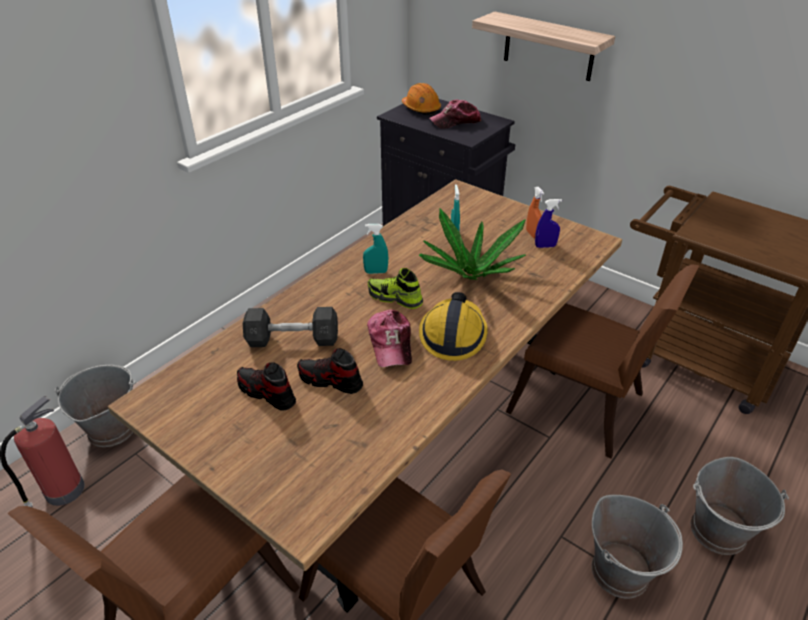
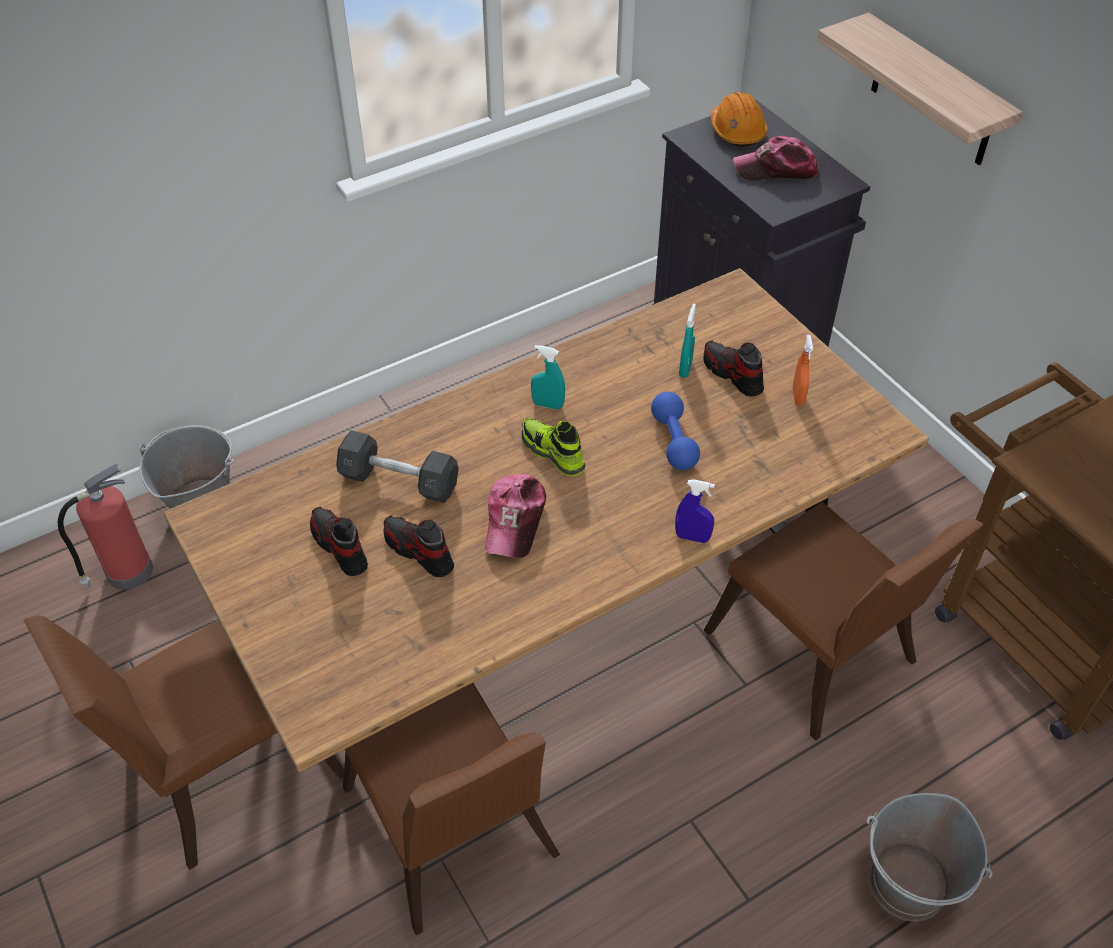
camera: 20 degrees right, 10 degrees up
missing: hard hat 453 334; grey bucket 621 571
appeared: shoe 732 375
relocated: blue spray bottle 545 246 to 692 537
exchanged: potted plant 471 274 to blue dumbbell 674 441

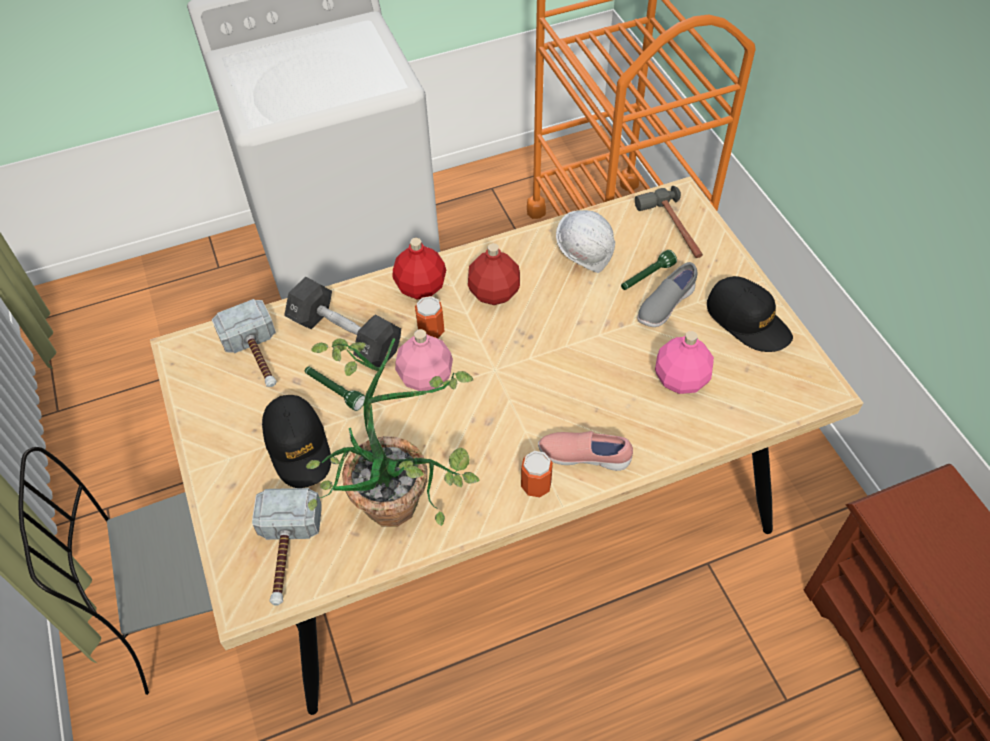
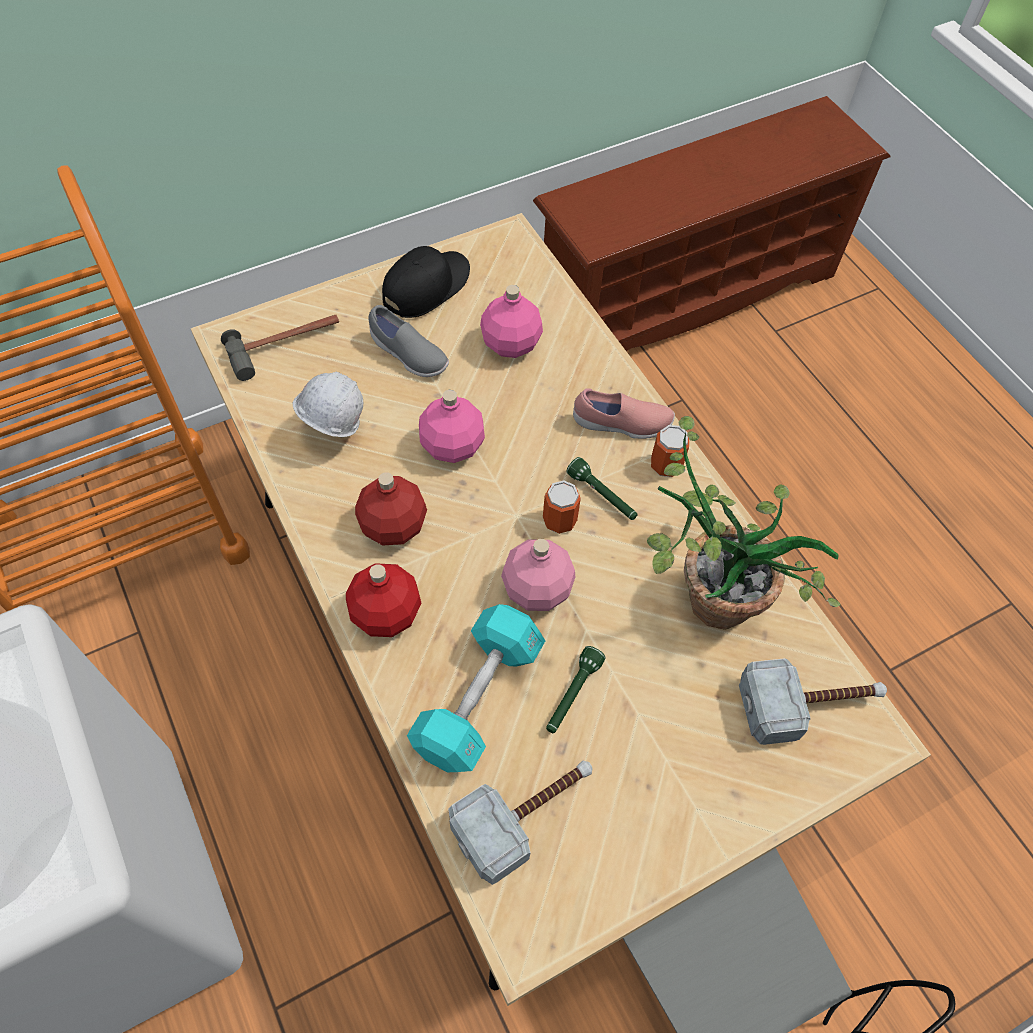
camera: 100 degrees left, 5 degrees up
missing: black cap 298 446
appeared: pink bottle 451 446
relocated: green flashlight 646 277 to 602 496; can 431 331 to 559 520
colour: black dumbbell 345 335 to turquoise dumbbell 478 698
spun: pink shoe 584 456 = 621 424 90 degrees counterclockwise

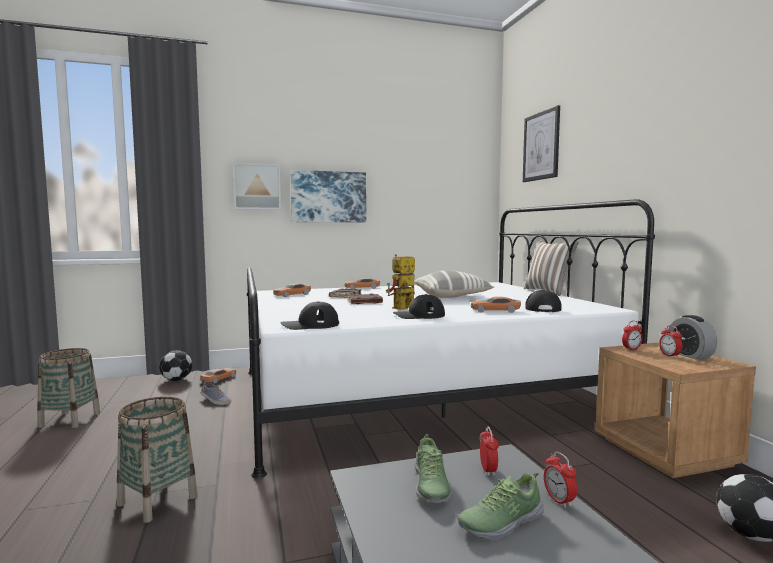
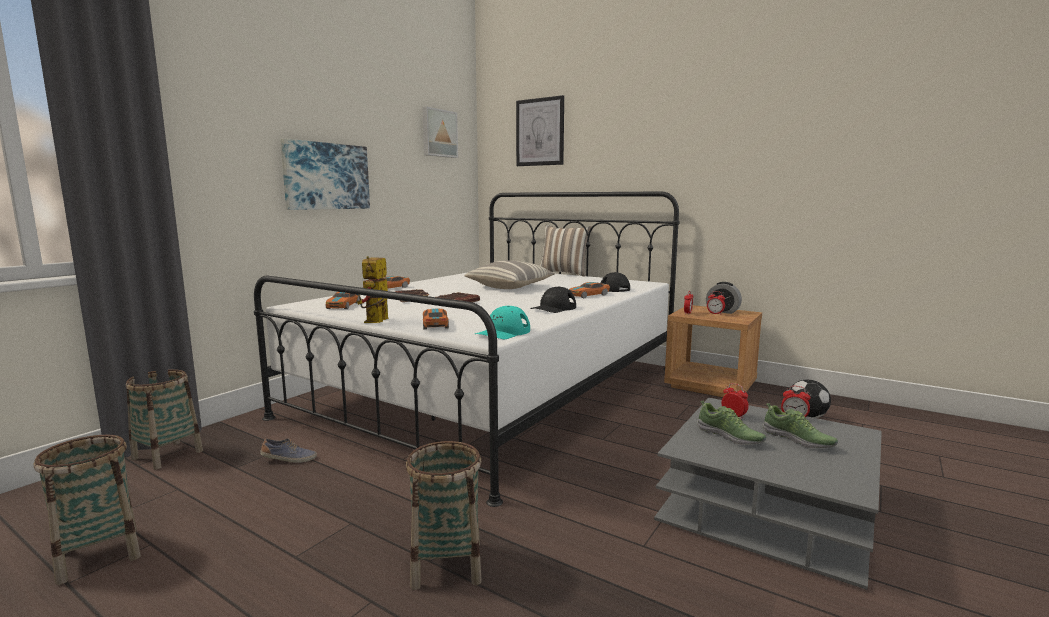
camera: 40 degrees left, 5 degrees up
relocated: picture 257 187 to 438 133; toy robot 401 309 to 376 322; toy car 218 379 to 435 324
exchanged: football 177 379 to basket 167 455
colour: black cap 310 325 to turquoise cap 503 332
spun: shoe 500 522 = 798 440 60 degrees counterclockwise

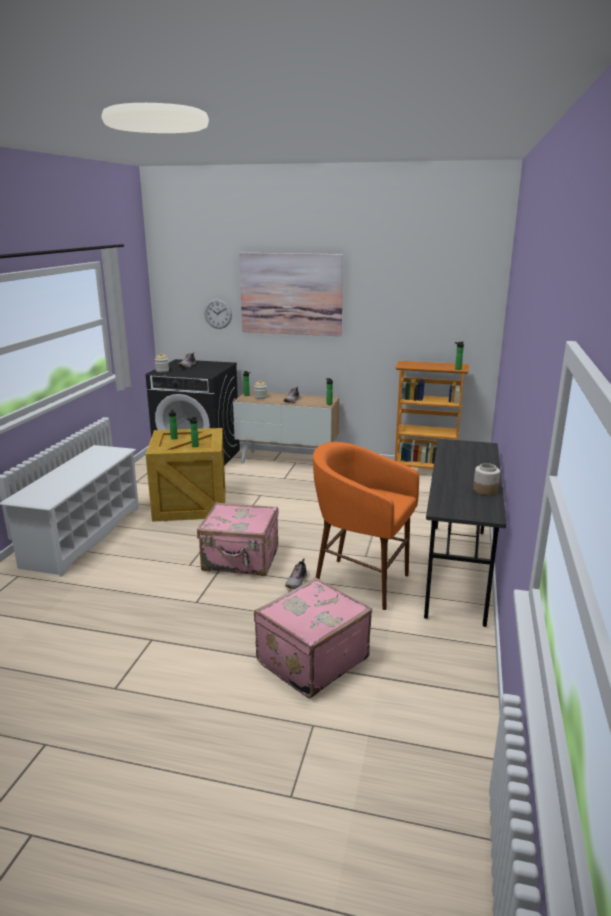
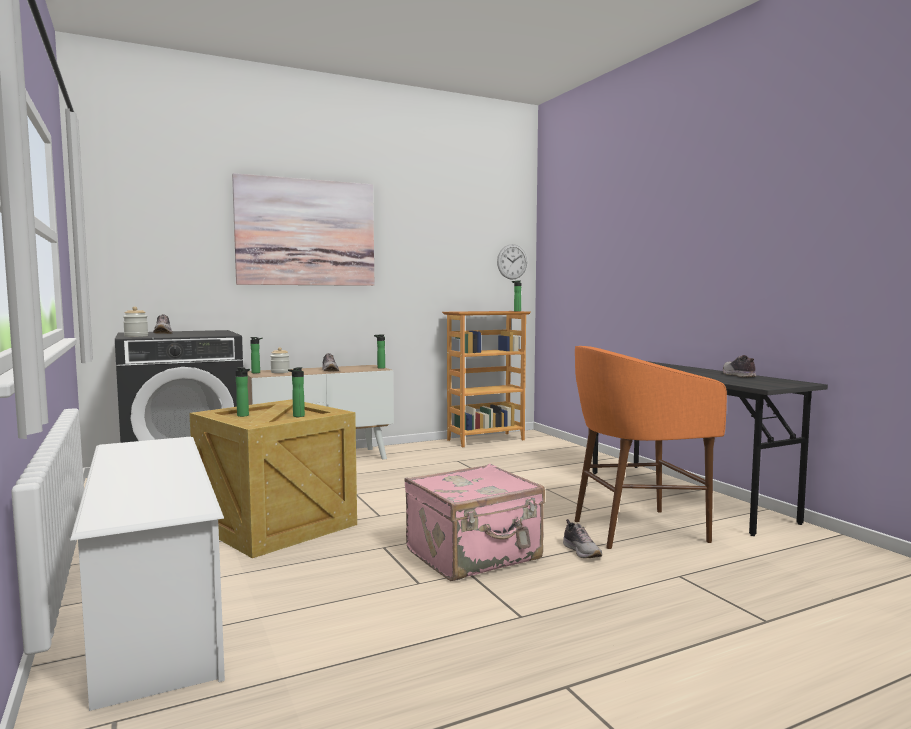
camera: 40 degrees left, 15 degrees down
missing: pink suitcase 310 660
relocated: wall clock 218 313 to 512 261
exchanged: jar 485 490 to shoe 738 375

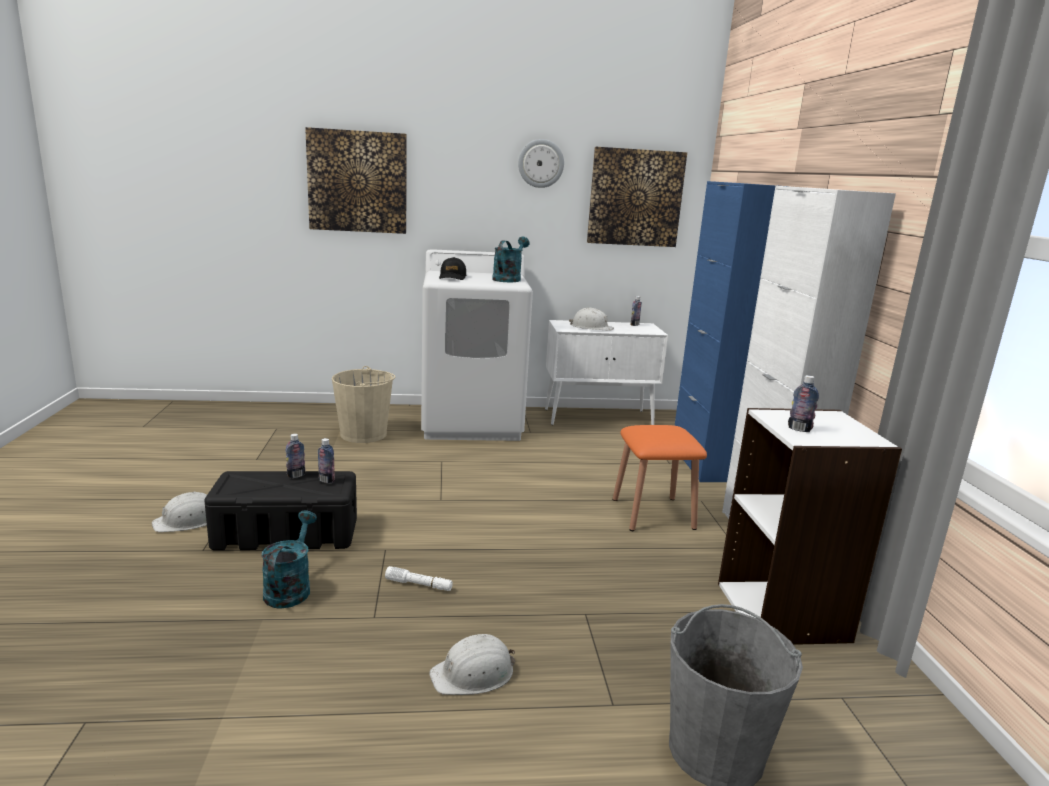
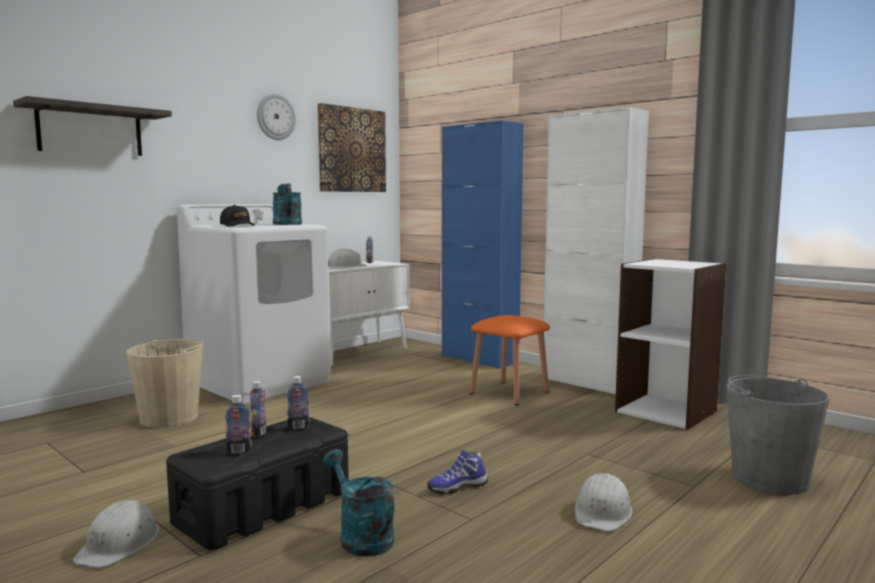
camera: 40 degrees left, 10 degrees down
relocated: bottle 799 429 to 239 450
exchanged: picture 357 181 to shelf 90 130; white flashlight 419 585 to shoe 457 487

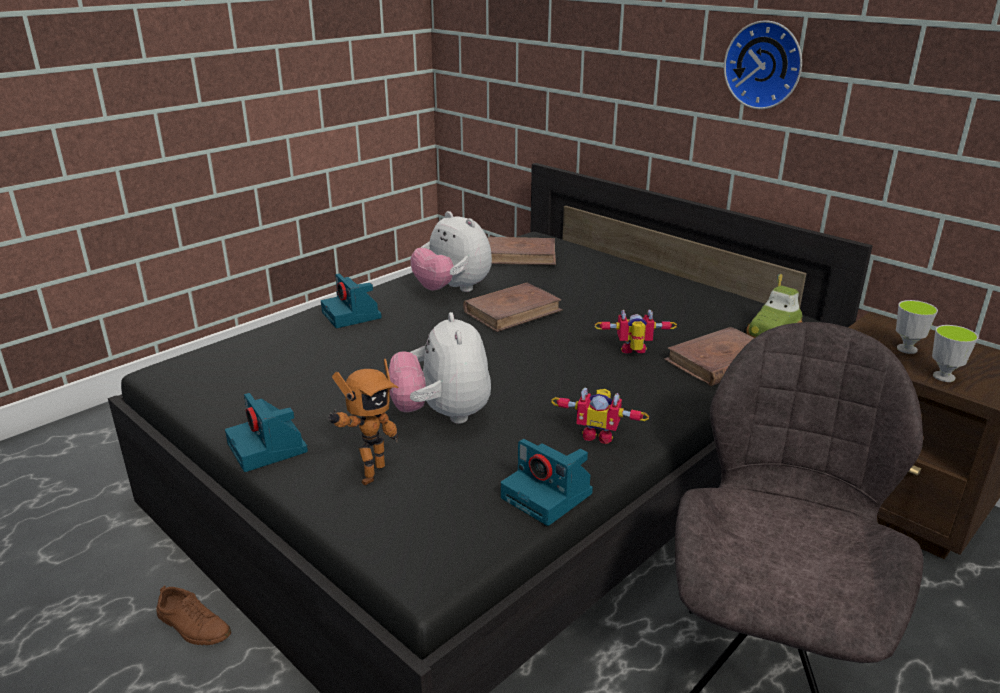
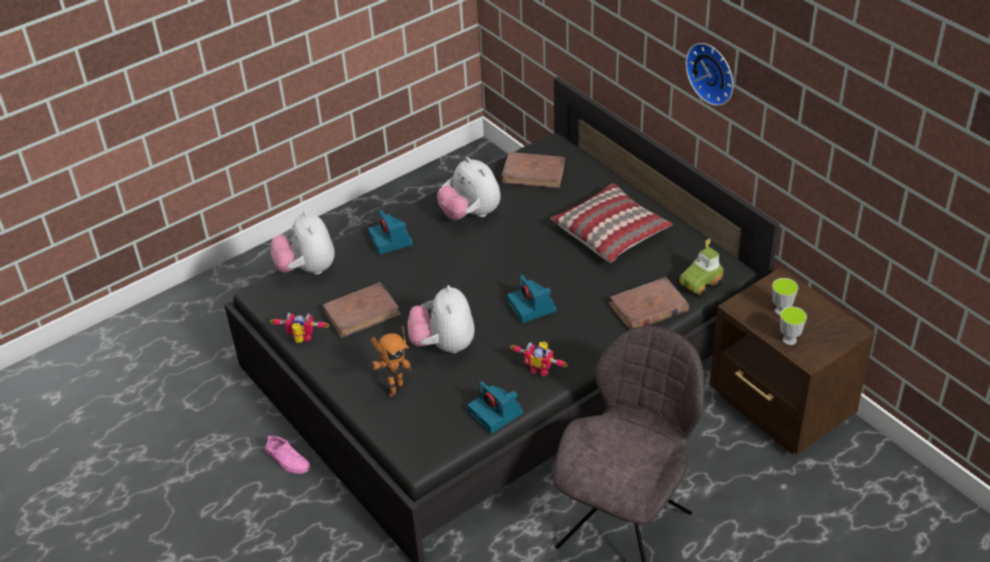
camera: 10 degrees right, 15 degrees up
appeared: pillow 611 232; plush toy 307 269
relocated: brown book 513 311 to 362 312; toy robot 634 353 to 301 340; photo camera 268 448 to 532 307
colour: brown shoe 193 625 to pink shoe 288 460

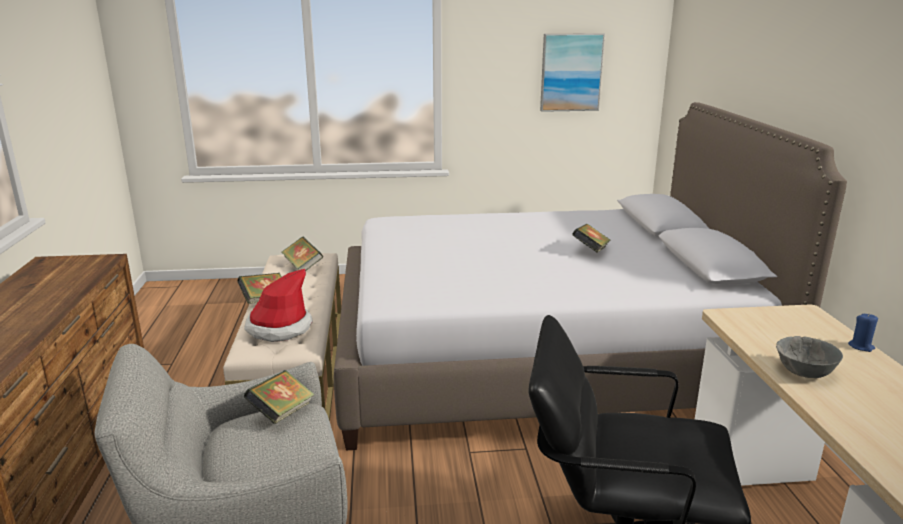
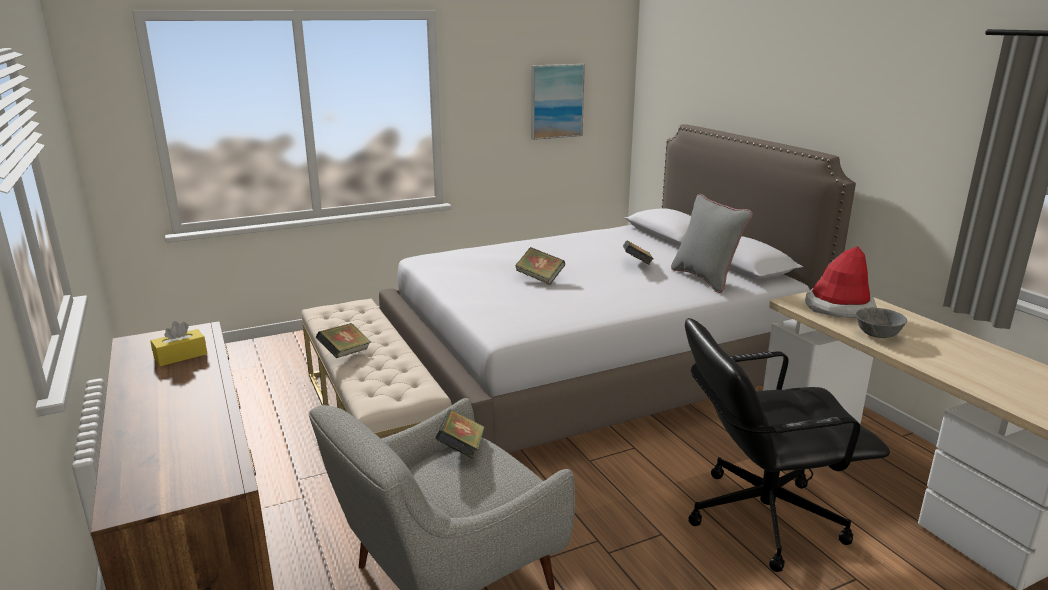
camera: 20 degrees left, 0 degrees up
missing: blue candle 861 346
appeared: grey pillow 705 279; yellow tissue box 180 356
relocated: book 303 266 to 540 278; hat 279 328 to 838 308

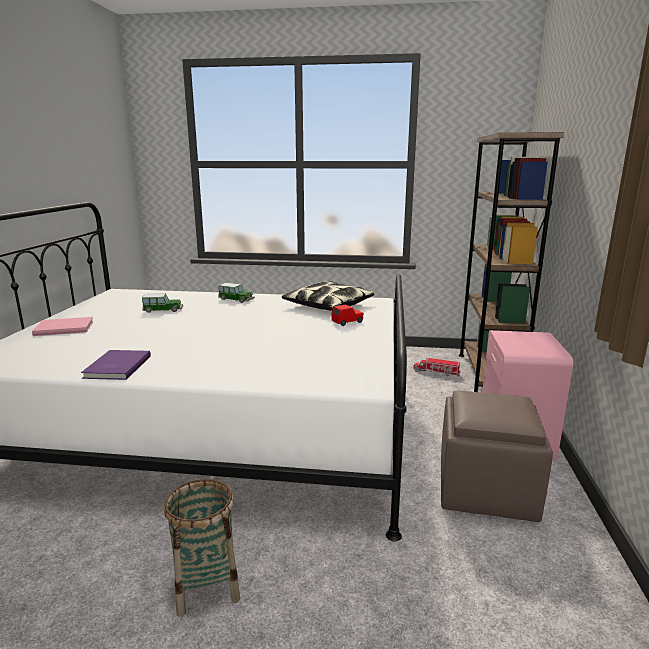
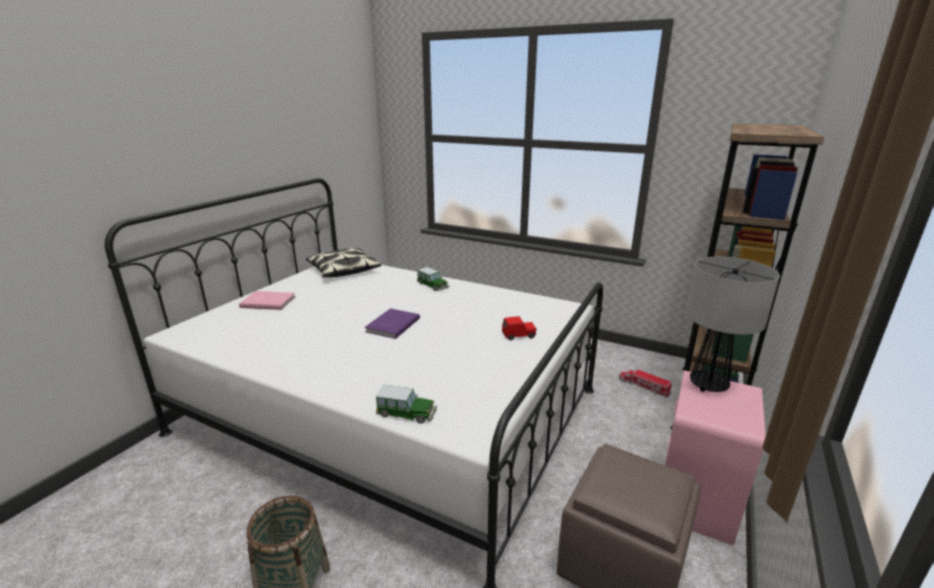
camera: 20 degrees right, 5 degrees up
appeared: table lamp 709 385
relocated: pillow 328 305 to 343 270; toy car 163 310 to 406 413; purple book 116 367 to 391 325

